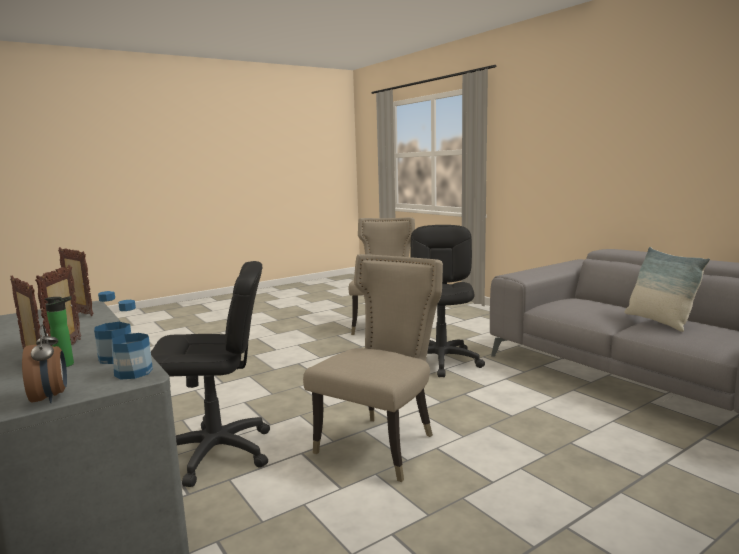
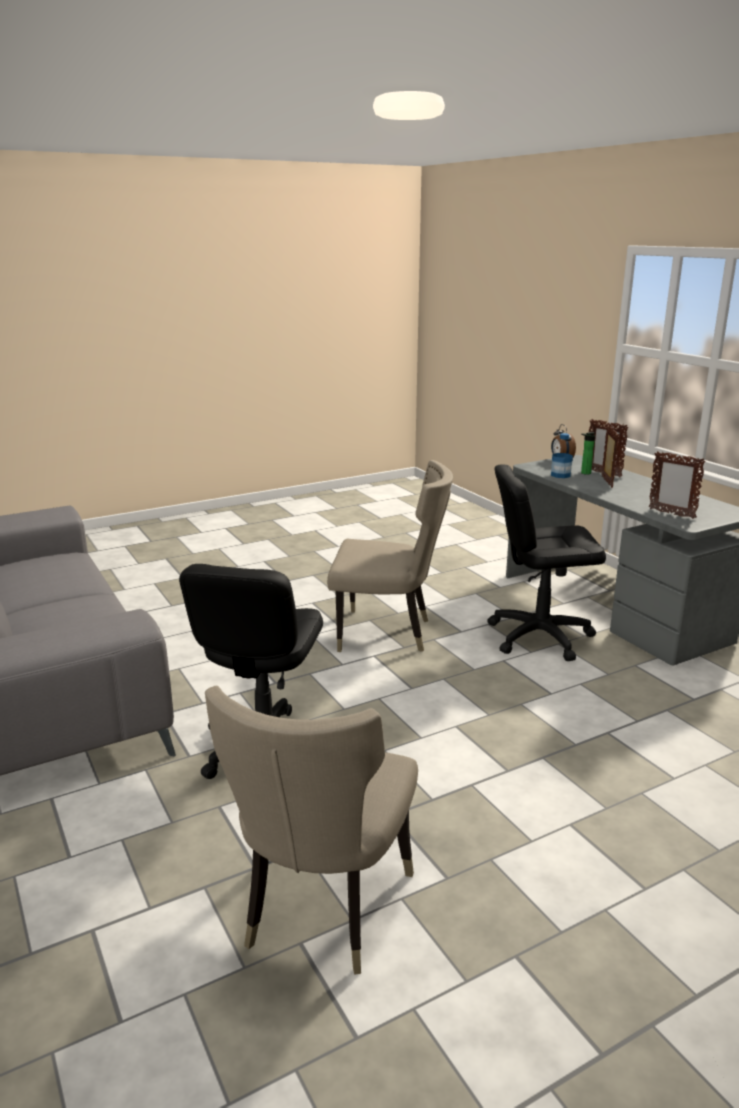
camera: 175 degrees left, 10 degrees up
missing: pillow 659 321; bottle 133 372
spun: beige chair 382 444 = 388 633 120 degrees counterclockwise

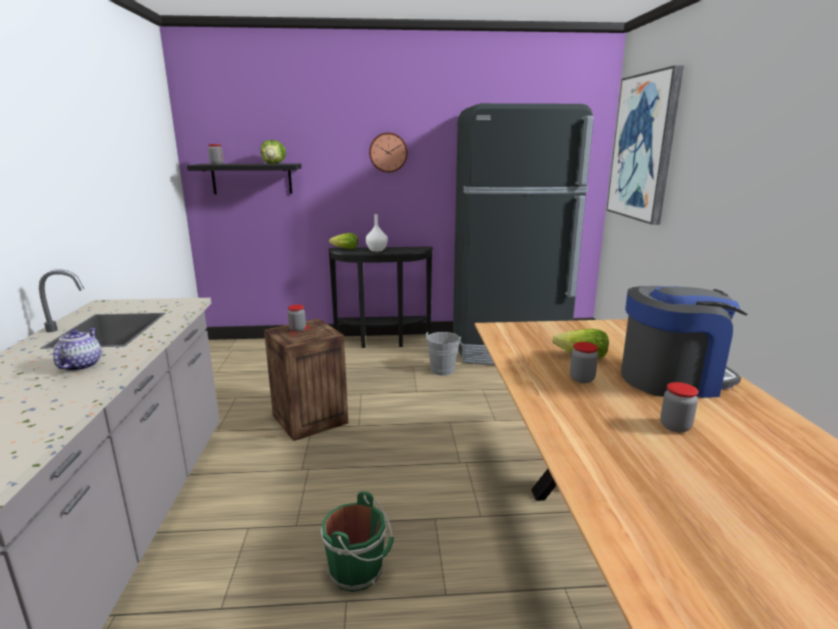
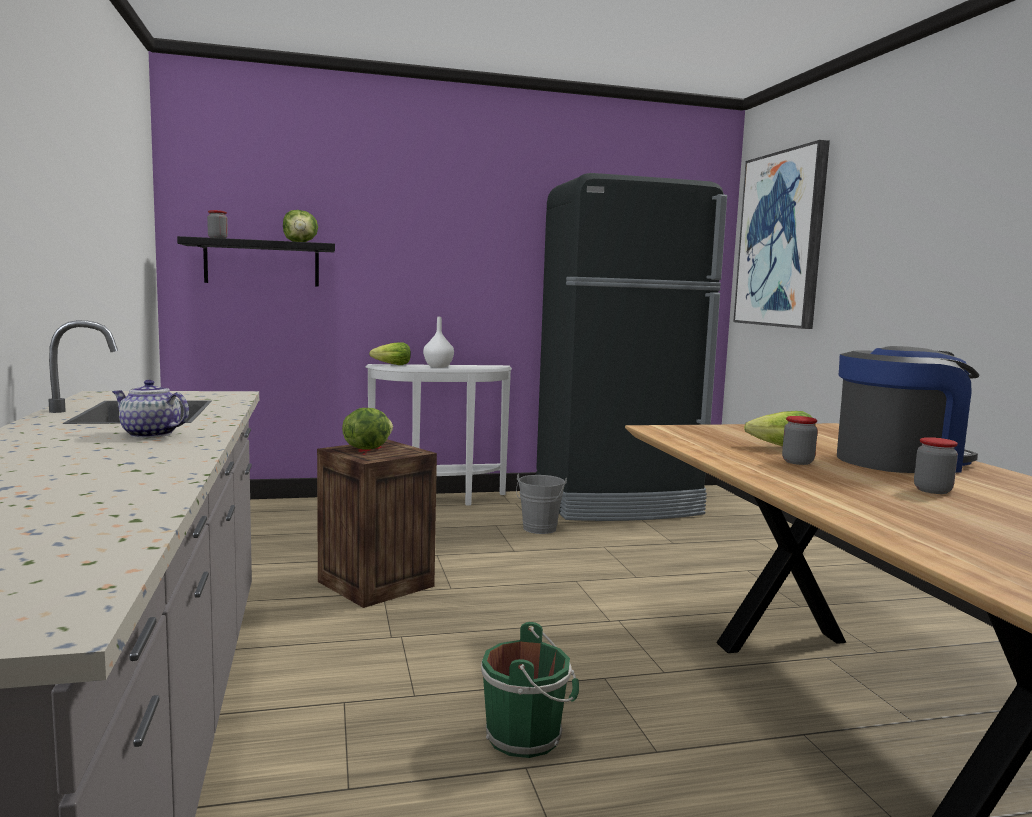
camera: 10 degrees left, 10 degrees down
missing: wall clock 388 152
exchanged: jar 297 329 to lettuce 366 448
colour: black console table 383 342 to white console table 440 500
spun: teapot 81 365 = 149 434 60 degrees counterclockwise

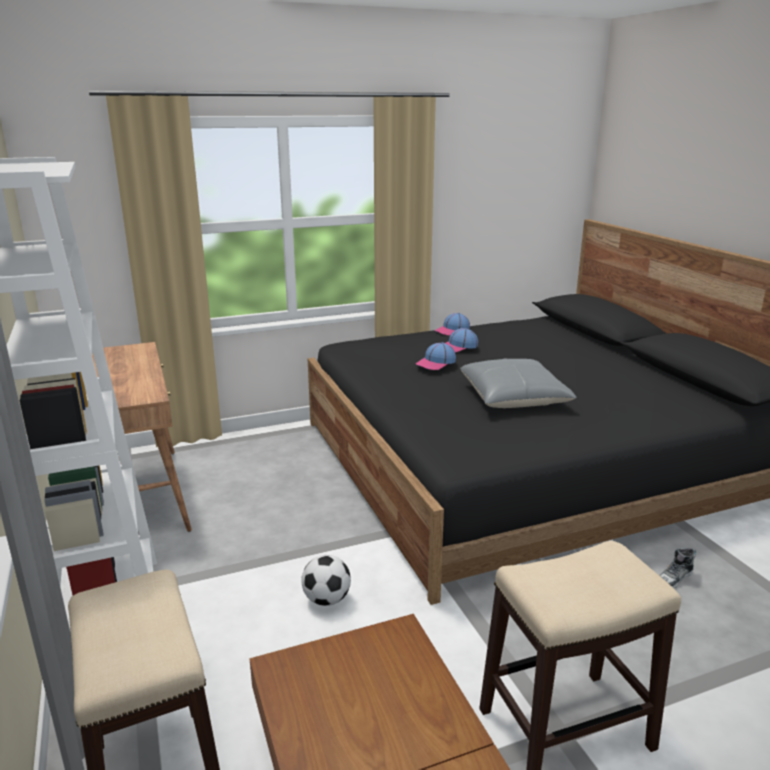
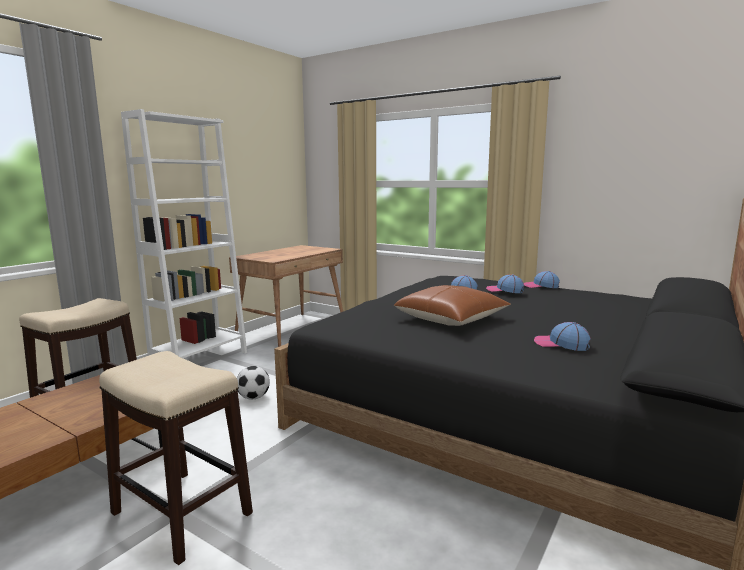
camera: 55 degrees right, 10 degrees down
missing: shoe 674 579
appeared: cap 561 344
colour: grey pillow 513 397 to brown pillow 451 319

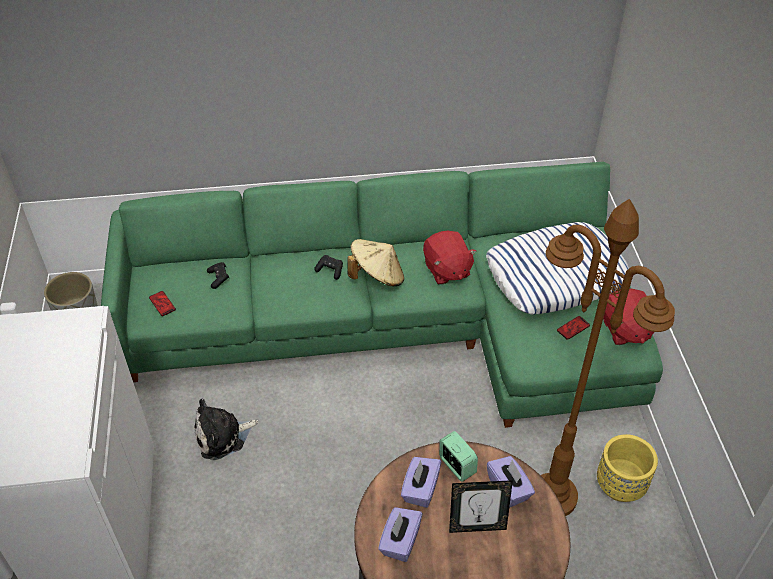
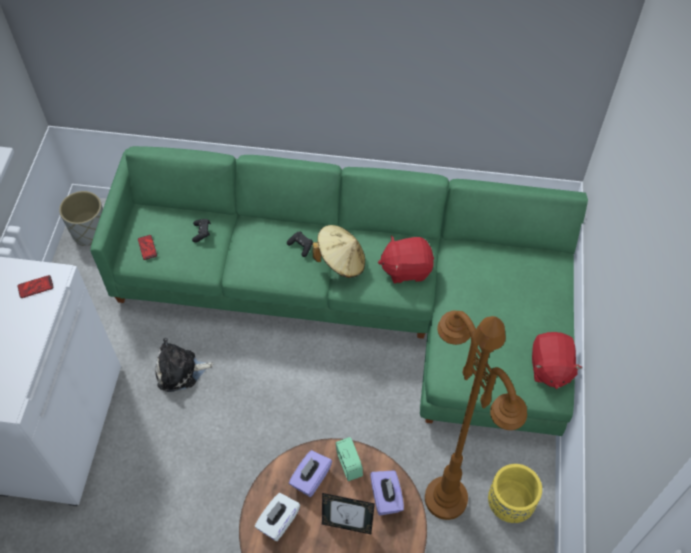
camera: 15 degrees right, 10 degrees up
missing: pillow 556 275
relocated: phone 573 328 to 35 287
colour: purple tissue box 400 541 to white tissue box 278 521
spun: red plush toy 446 270 = 406 268 90 degrees clockwise

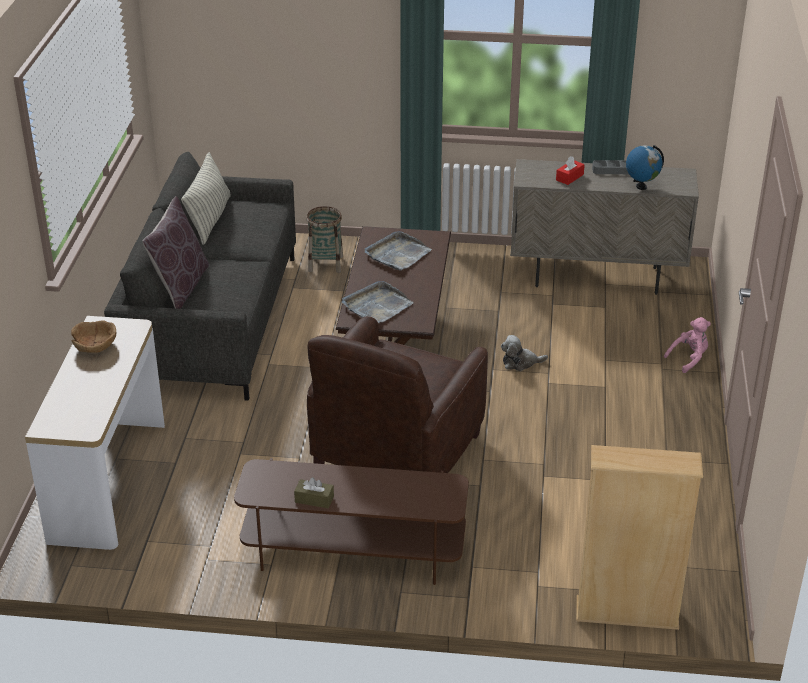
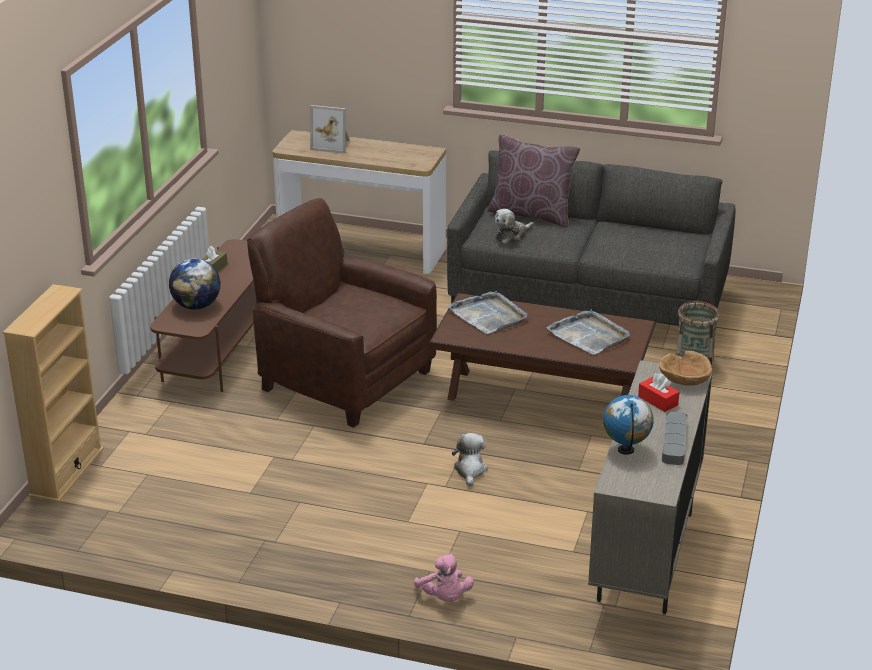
camera: 100 degrees right, 5 degrees down
missing: pillow 209 219
appeared: picture frame 332 145; plush toy 512 236; globe 196 306
relocated: brown bowl 95 345 to 685 379

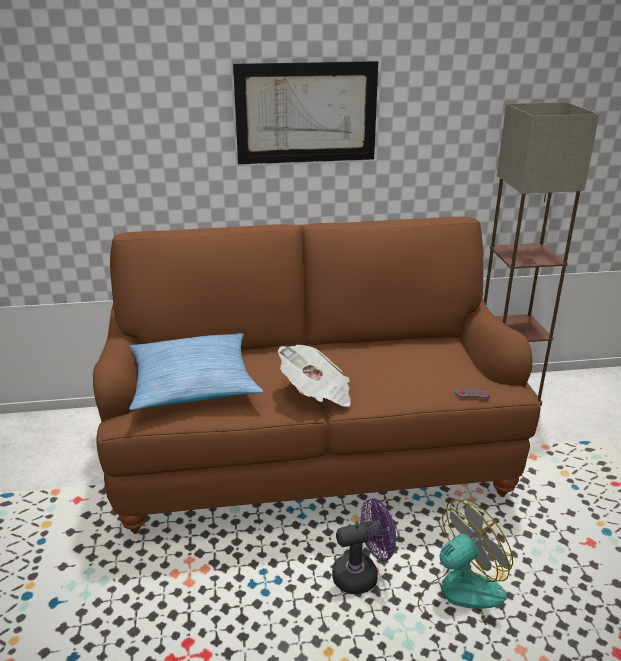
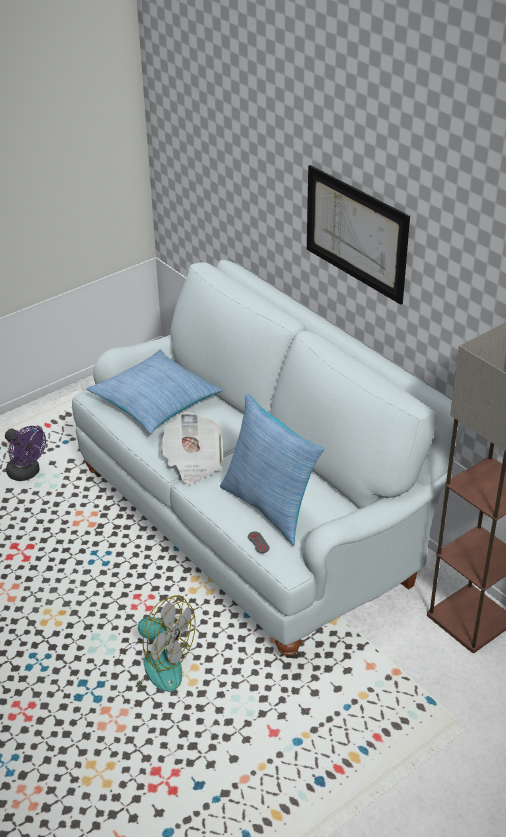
camera: 60 degrees right, 10 degrees up
appeared: pillow 270 506
relocated: purple fan 362 575 to 27 473
colour: brown sofa 310 453 to white sofa 255 522

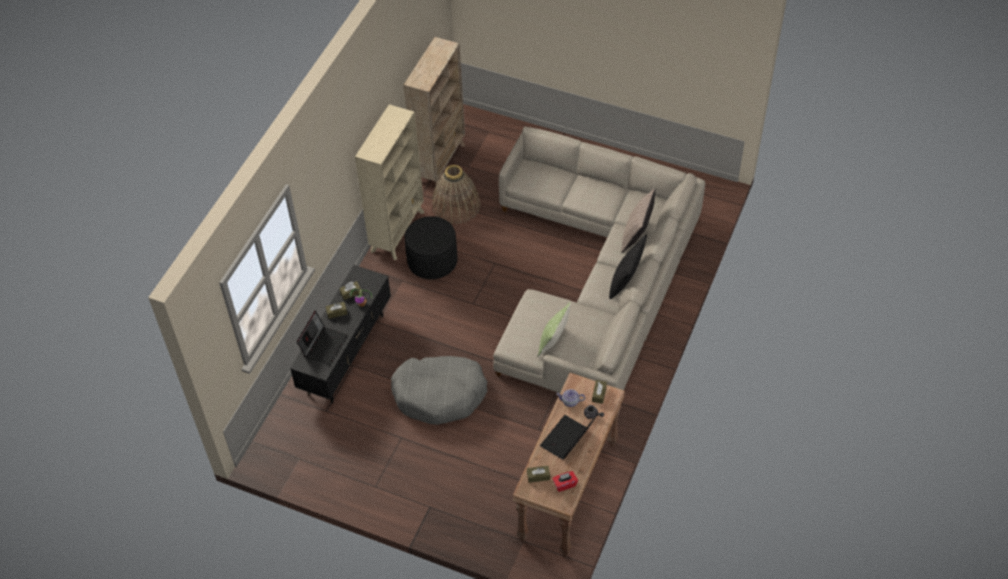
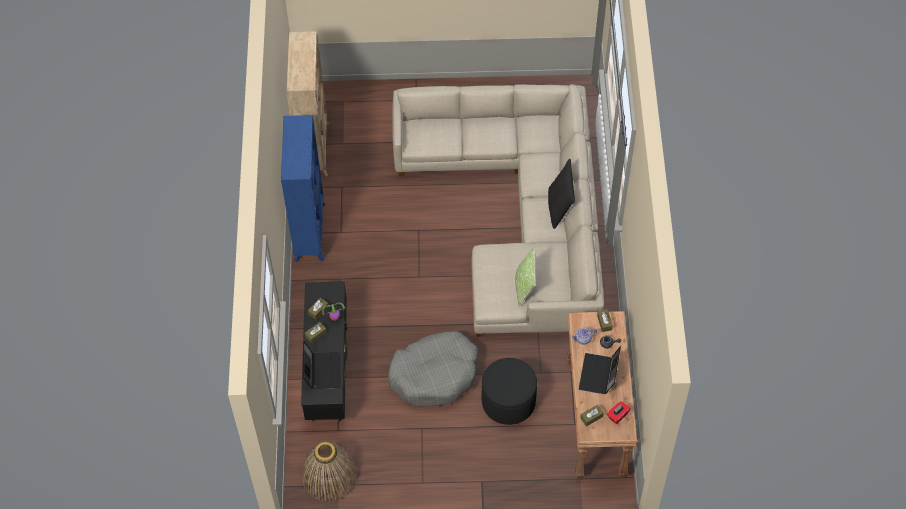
camera: 25 degrees left, 5 degrees up
missing: pillow 636 236
relocated: basket 456 206 to 329 476; black ottoman 432 260 to 508 401
colour: beige bookcase 398 231 to blue bookcase 310 231

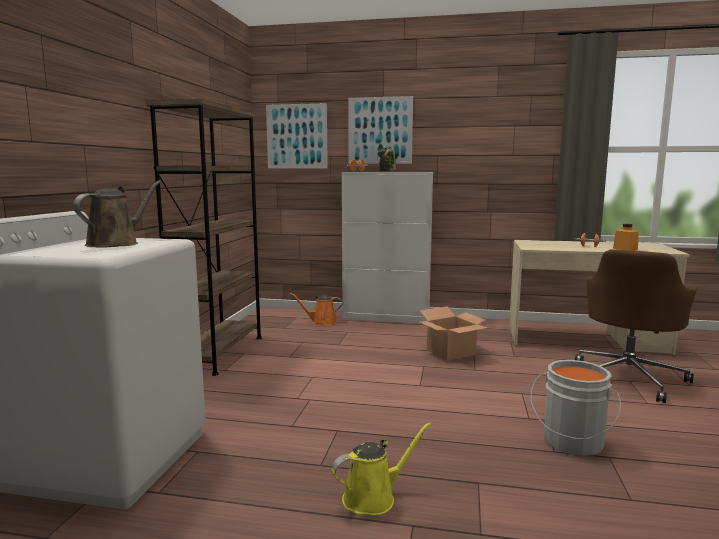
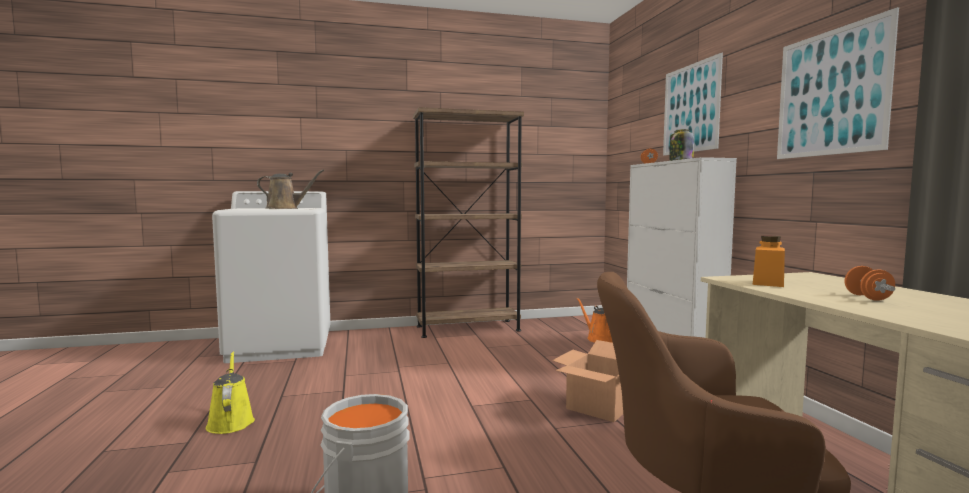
camera: 65 degrees right, 5 degrees down
relocated: picture 296 136 to 830 93; orange jar 625 249 to 768 283
spun: yellow watering can 373 498 = 230 422 150 degrees counterclockwise

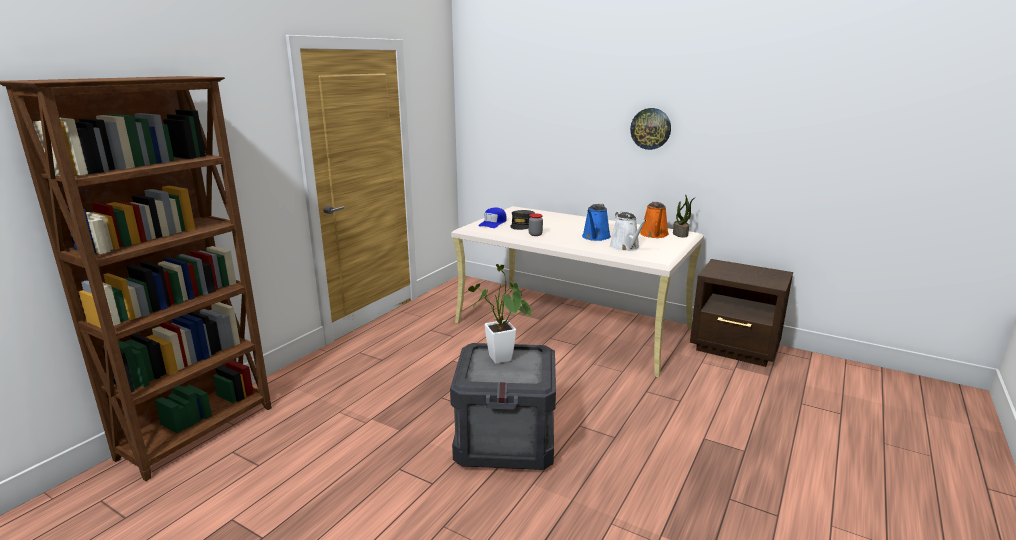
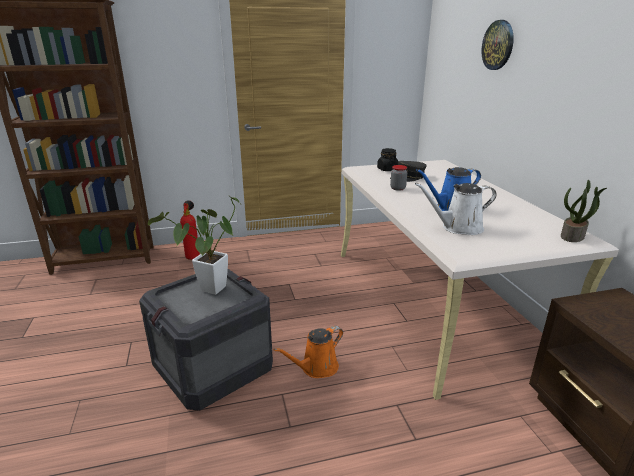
camera: 45 degrees right, 5 degrees up
appeared: fire extinguisher 193 256
relocated: wall clock 650 128 to 498 45; orange watering can 654 235 to 316 368
exchanged: blue cap 493 223 to black jar 387 169
spun: white watering can 626 247 = 458 228 45 degrees clockwise

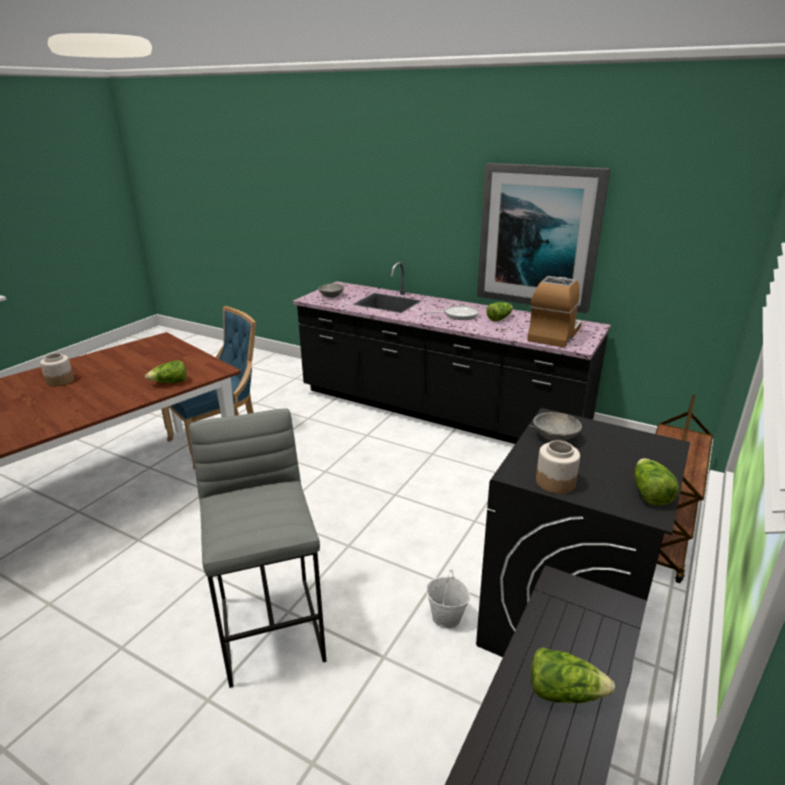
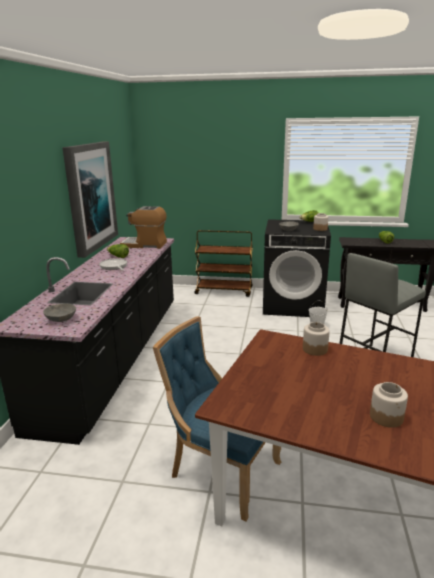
camera: 110 degrees left, 5 degrees down
exchanged: lettuce 170 383 to jar 315 349

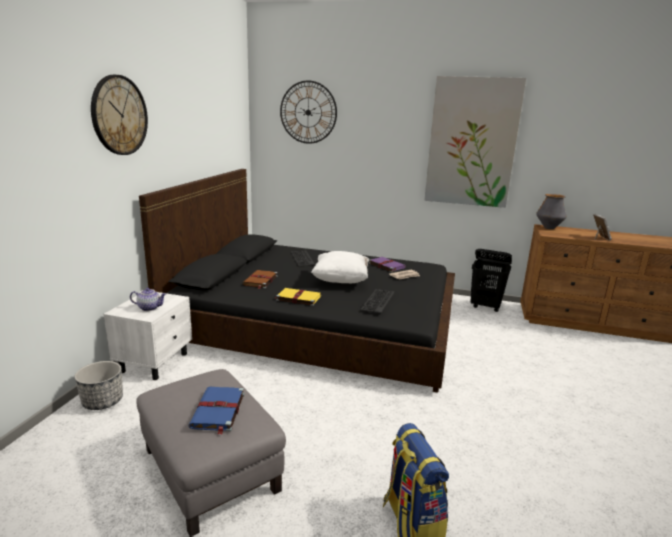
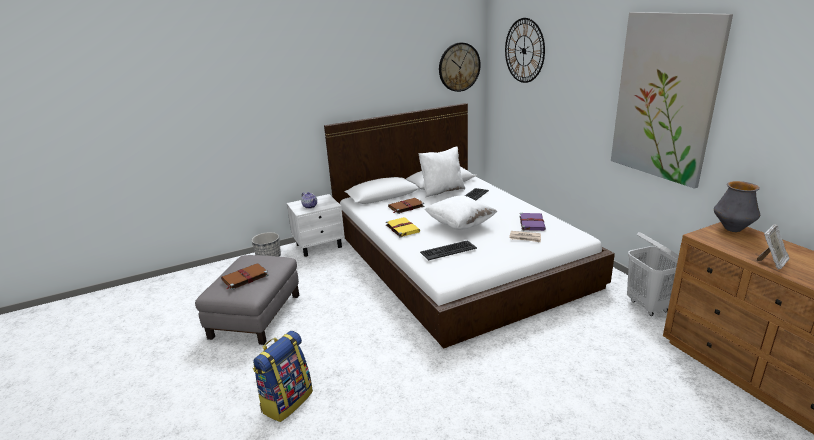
camera: 50 degrees right, 5 degrees up
appeared: white pillow 442 191
relocated: wall clock 119 115 to 459 67
colour: black bed 318 321 to white bed 455 257; black laundry basket 485 307 to white laundry basket 648 306; blue book 218 411 to brown book 244 278

